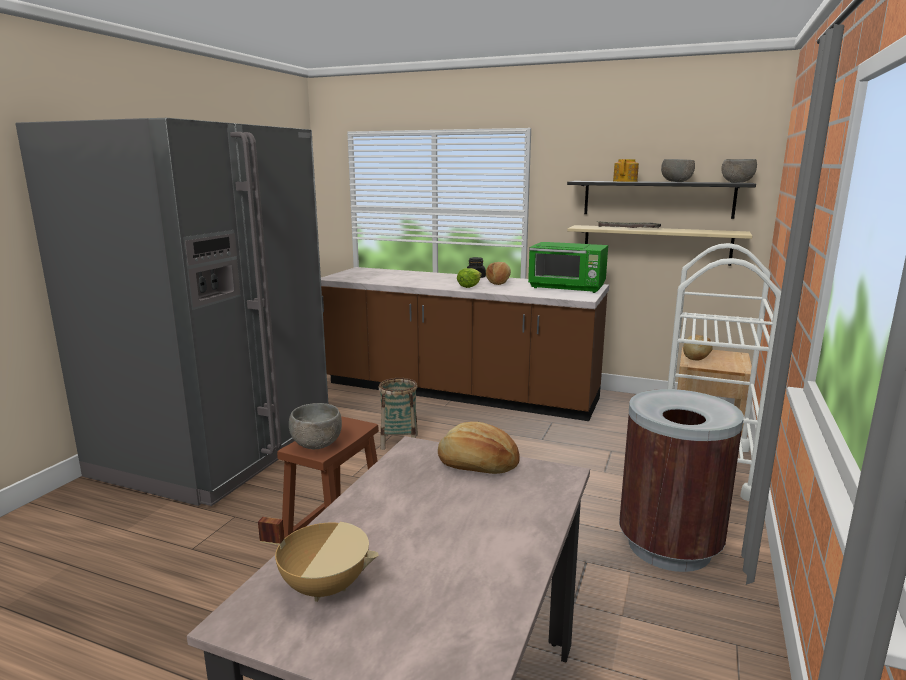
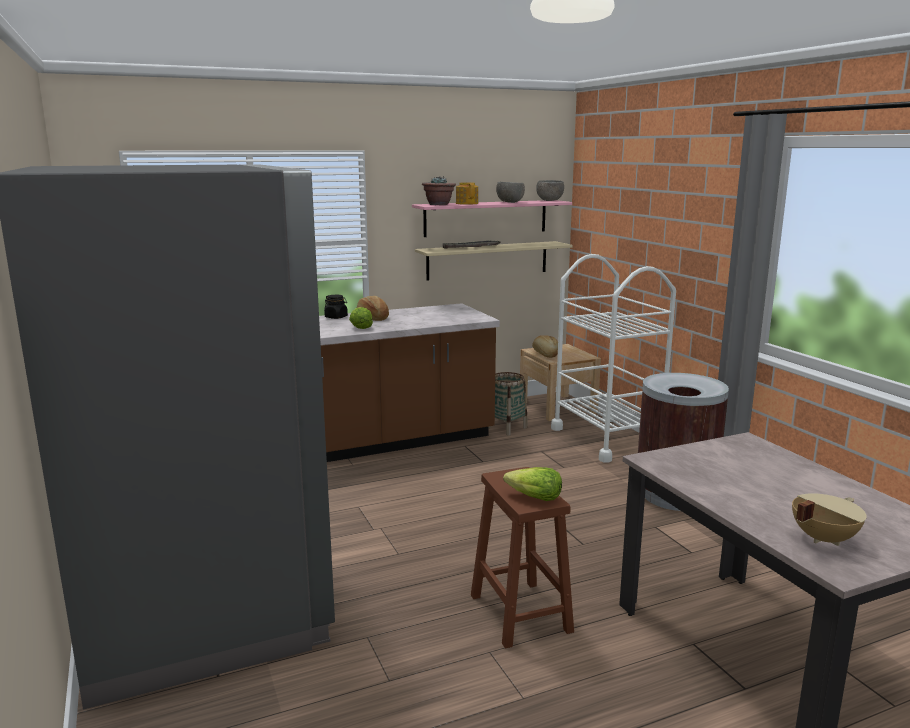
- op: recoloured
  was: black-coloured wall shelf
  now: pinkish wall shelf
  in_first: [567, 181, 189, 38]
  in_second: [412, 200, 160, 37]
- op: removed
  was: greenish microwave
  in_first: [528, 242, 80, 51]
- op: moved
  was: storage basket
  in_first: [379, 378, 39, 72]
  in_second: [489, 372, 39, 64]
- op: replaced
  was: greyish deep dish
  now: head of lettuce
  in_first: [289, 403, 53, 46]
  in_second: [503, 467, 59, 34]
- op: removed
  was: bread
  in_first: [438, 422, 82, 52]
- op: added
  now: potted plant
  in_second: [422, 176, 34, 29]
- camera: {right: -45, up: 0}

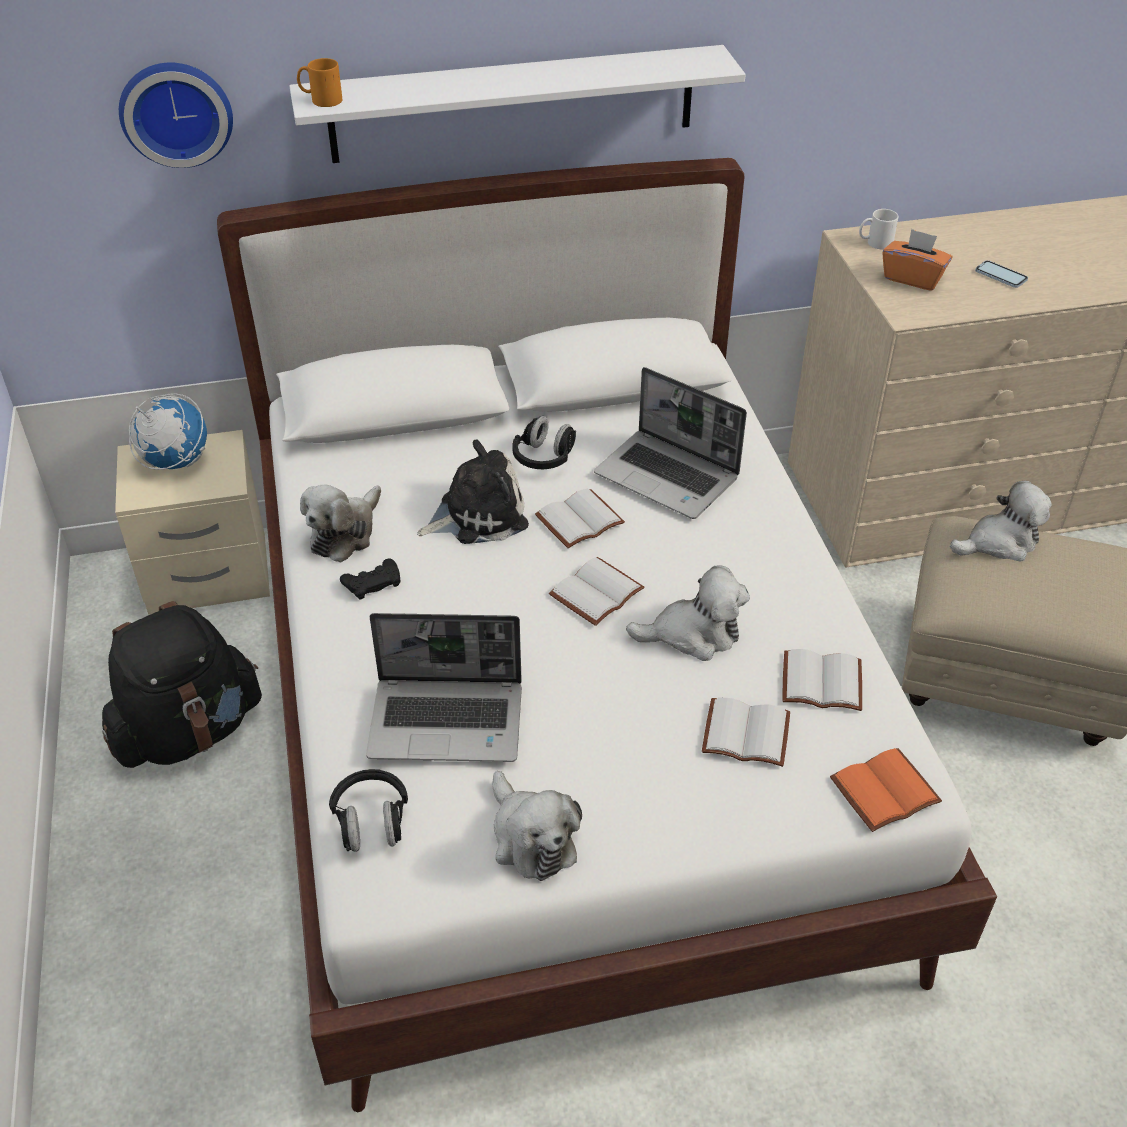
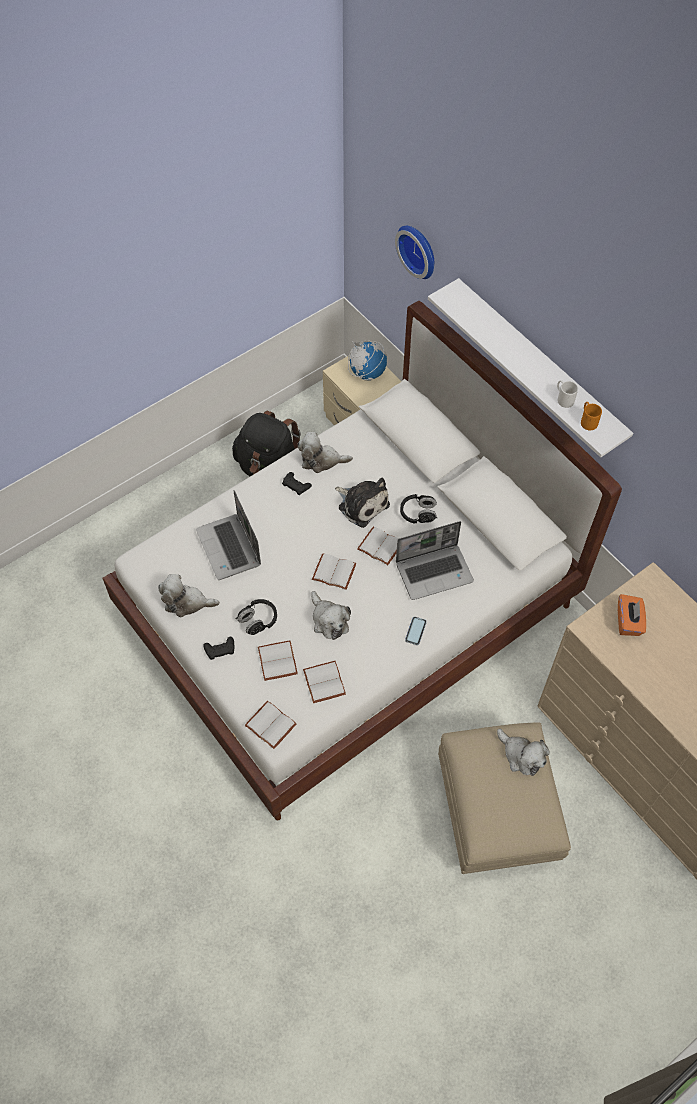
- op: moved
  was: orange coffee mug
  in_first: [297, 58, 45, 49]
  in_second: [581, 402, 21, 28]
- op: moved
  was: white-coloured coffee mug
  in_first: [859, 209, 39, 40]
  in_second: [557, 380, 21, 28]
- op: moved
  was: telephone
  in_first: [975, 260, 53, 28]
  in_second: [405, 617, 22, 28]
- op: turned
  was: portable computer
  in_first: [594, 367, 153, 152]
  in_second: [396, 521, 78, 79]
  clockwise: -120
- op: recoloured
  was: orange book
  now: white-coloured book
  in_first: [830, 748, 112, 84]
  in_second: [245, 701, 52, 48]
- op: moved
  was: black-coloured headphones
  in_first: [329, 769, 79, 83]
  in_second: [235, 599, 42, 36]
- op: turned
  was: soft toy
  in_first: [493, 771, 89, 110]
  in_second: [158, 574, 62, 43]
  clockwise: 60
- op: added
  now: black-coloured gamepad
  in_second: [203, 637, 31, 23]
- camera: {right: 65, up: 15}

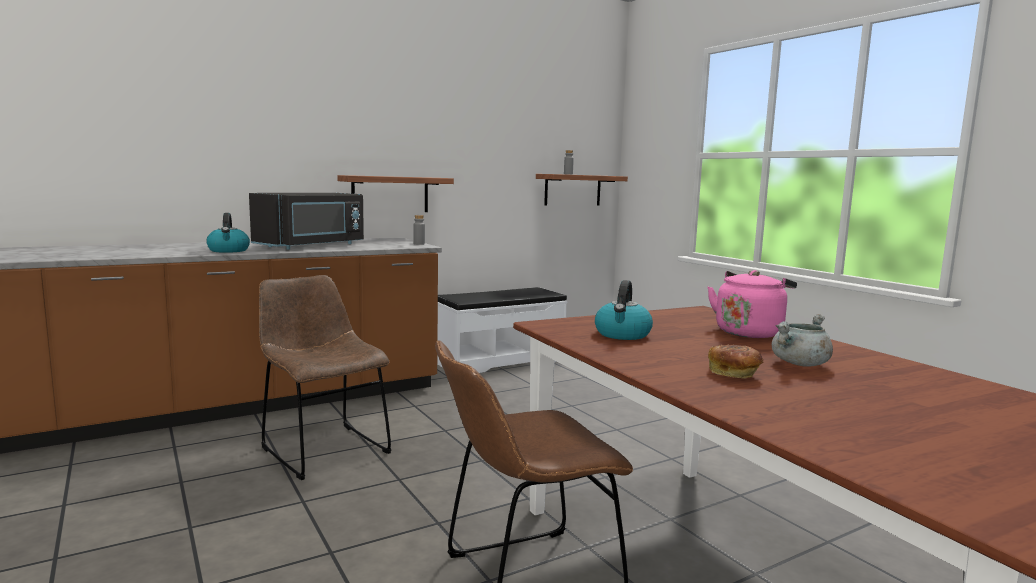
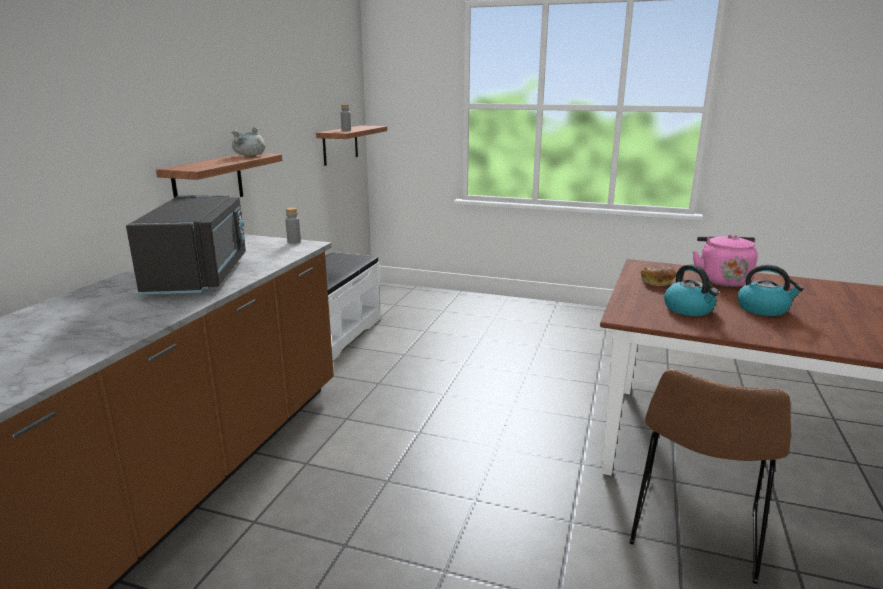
- op: moved
  was: water kettle
  in_first: [206, 213, 44, 40]
  in_second: [737, 265, 67, 51]
- op: removed
  was: brownish upright chair
  in_first: [259, 275, 132, 205]
- op: moved
  was: greyish stockpot
  in_first: [772, 314, 61, 53]
  in_second: [231, 127, 34, 29]
- op: moved
  was: bread
  in_first: [708, 345, 55, 34]
  in_second: [641, 265, 36, 21]
- camera: {right: -40, up: 10}

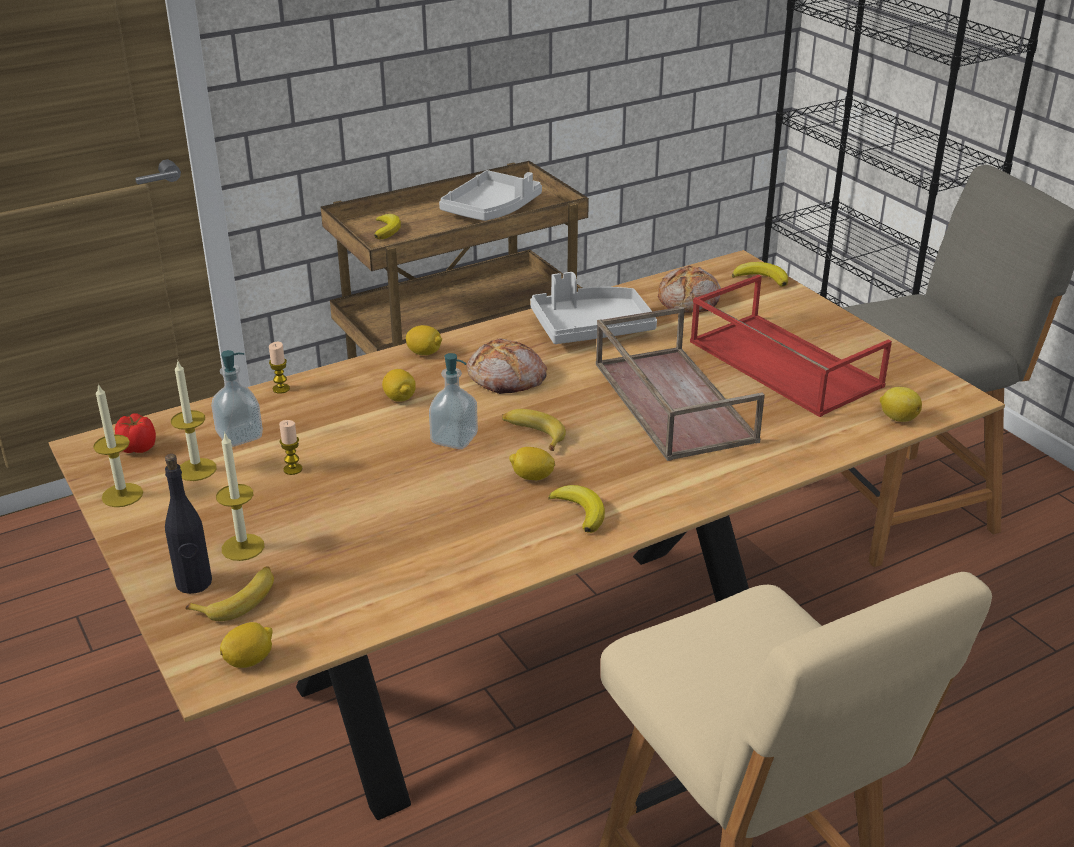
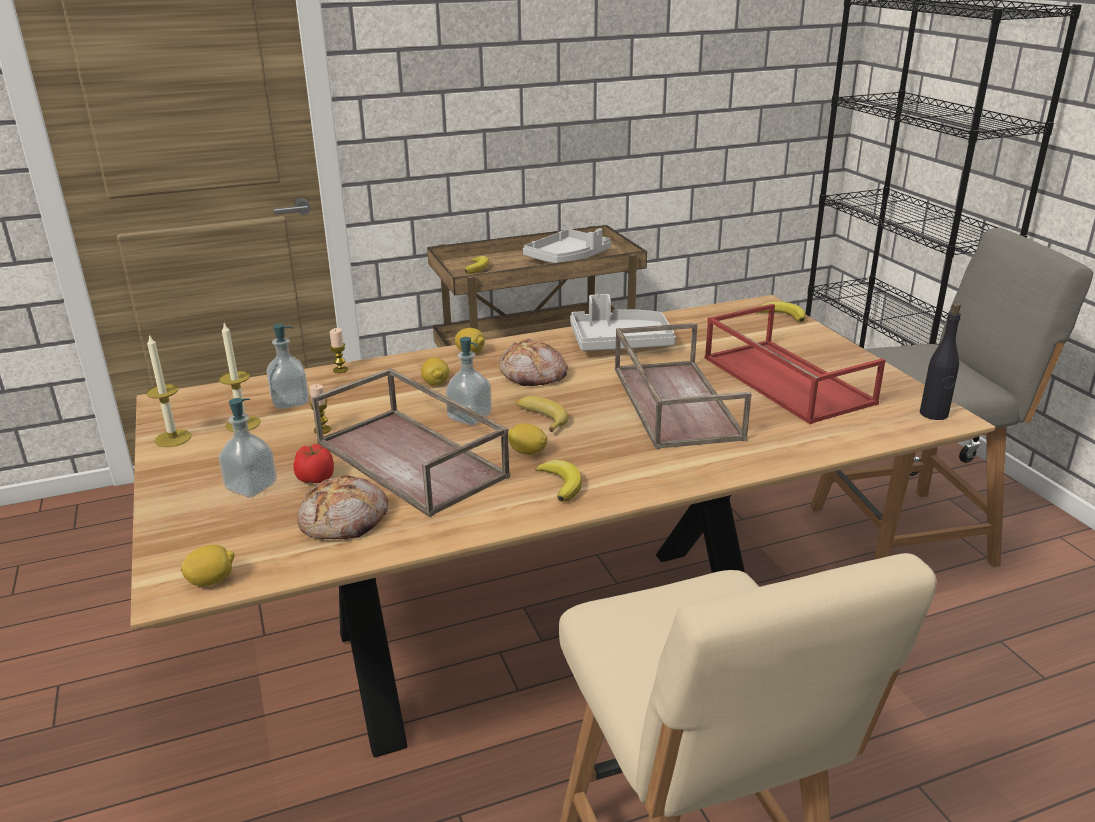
- op: moved
  was: bread
  in_first: [658, 266, 63, 47]
  in_second: [297, 476, 91, 63]
- op: removed
  was: citrus fruit
  in_first: [880, 387, 42, 35]
- op: moved
  was: tomato
  in_first: [115, 413, 41, 40]
  in_second: [294, 444, 40, 39]
- op: replaced
  was: wax light
  now: soap dispenser
  in_first: [216, 432, 48, 129]
  in_second: [219, 398, 58, 100]
- op: moved
  was: black-coloured beverage bottle
  in_first: [165, 454, 47, 140]
  in_second: [920, 302, 41, 118]
- op: removed
  was: banana fruit
  in_first: [185, 566, 89, 55]
- op: added
  now: brownish tray
  in_second: [311, 368, 199, 149]
- camera: {right: 10, up: -5}

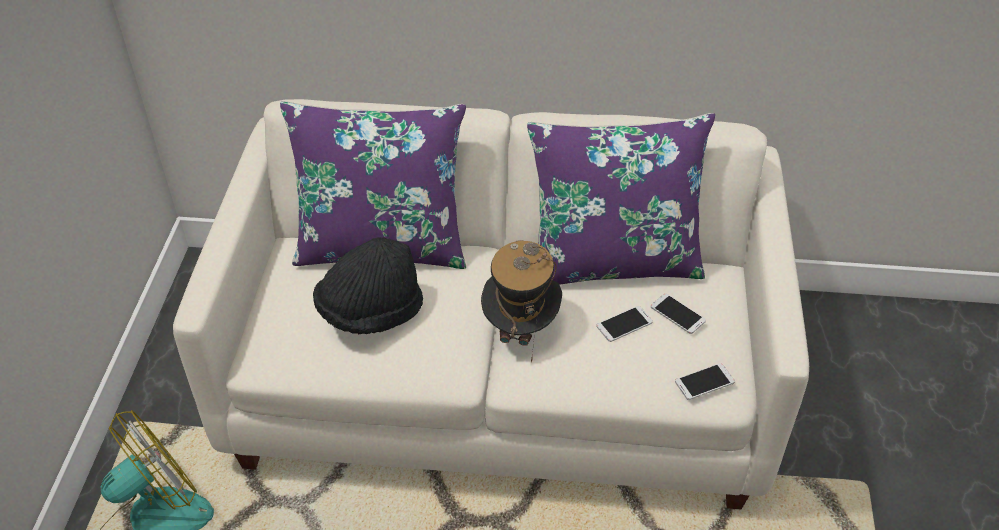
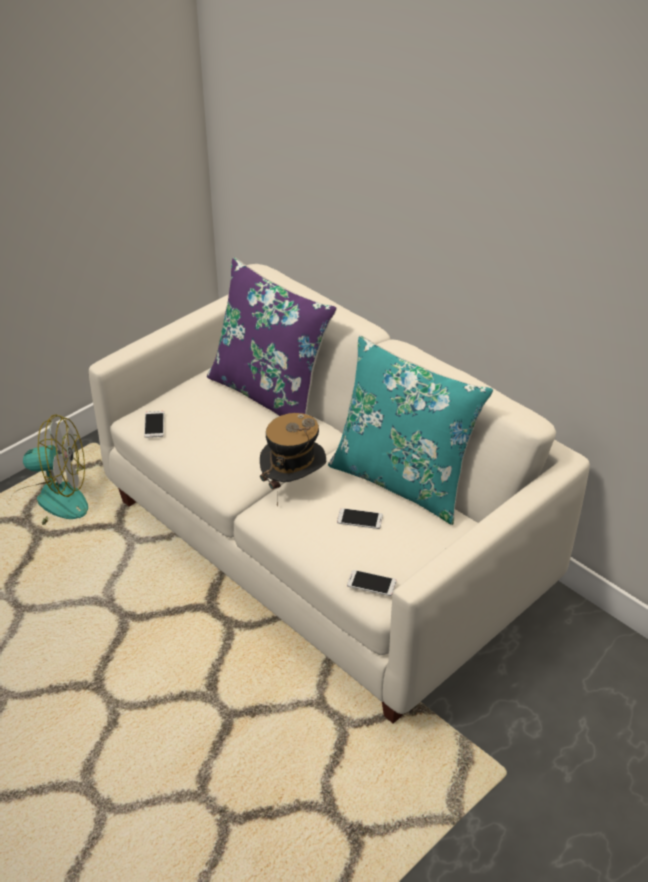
- op: recoloured
  was: purple-coloured pillow
  now: turquoise-coloured pillow
  in_first: [527, 113, 188, 172]
  in_second: [328, 336, 165, 189]
- op: removed
  was: black-coloured clothing hat
  in_first: [313, 237, 110, 97]
- op: moved
  was: telephone
  in_first: [651, 293, 55, 41]
  in_second: [144, 411, 20, 27]
- camera: {right: 40, up: -5}

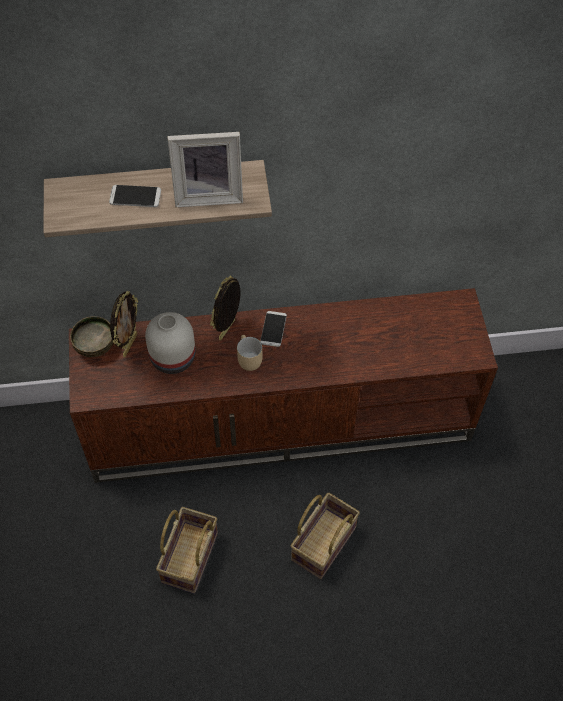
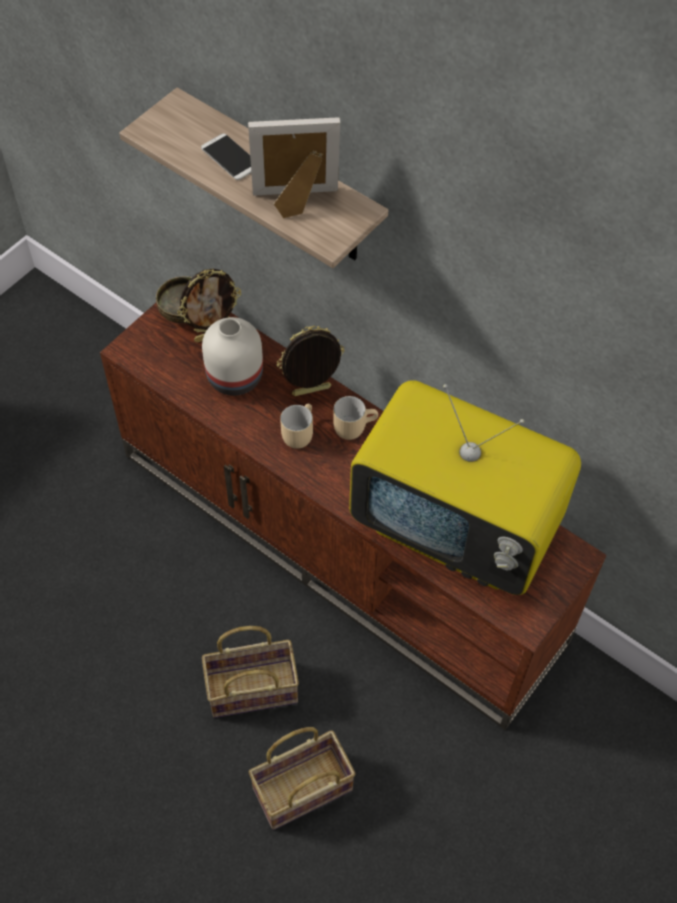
- op: turned
  was: photo frame
  in_first: [168, 132, 75, 75]
  in_second: [248, 117, 92, 101]
  clockwise: 135
- op: replaced
  was: telephone
  now: beige coffee mug
  in_first: [260, 311, 27, 36]
  in_second: [333, 396, 45, 44]
- op: moved
  was: storage basket
  in_first: [156, 507, 62, 87]
  in_second: [249, 727, 106, 103]
- op: added
  now: TV set
  in_second: [349, 380, 232, 215]
- camera: {right: 45, up: 0}

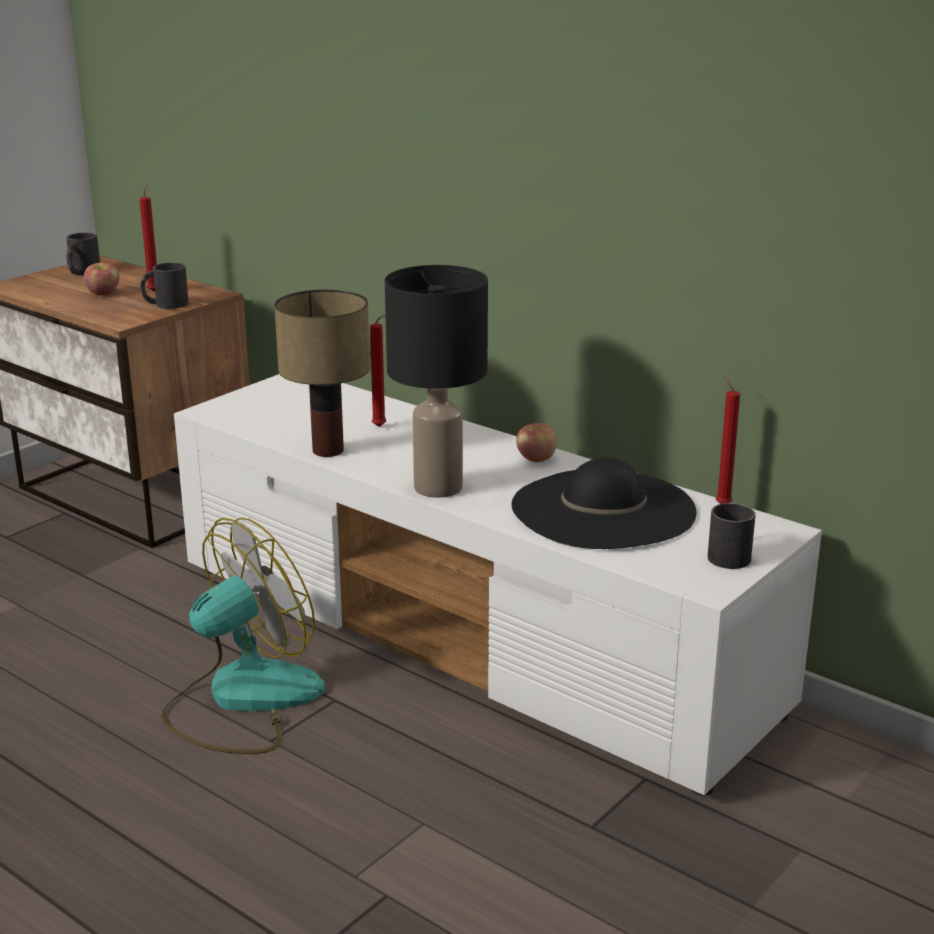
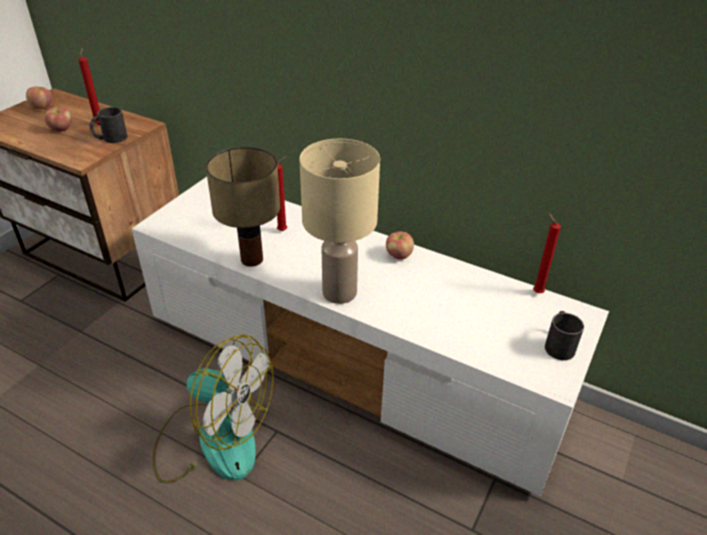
- op: replaced
  was: black-coloured coffee mug
  now: apple fruit
  in_first: [66, 232, 34, 43]
  in_second: [26, 87, 26, 22]
- op: recoloured
  was: black-coloured tabletop lamp
  now: beige tabletop lamp
  in_first: [385, 265, 103, 233]
  in_second: [299, 139, 81, 165]
- op: removed
  was: black-coloured clothing hat
  in_first: [512, 457, 185, 92]
- op: turned
  was: fan
  in_first: [161, 517, 164, 237]
  in_second: [152, 334, 122, 149]
  clockwise: 75
- camera: {right: -10, up: 15}

